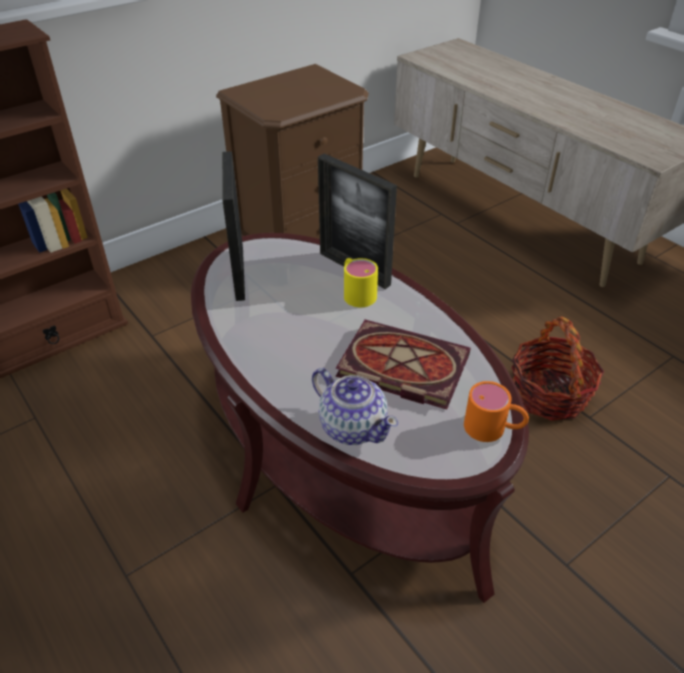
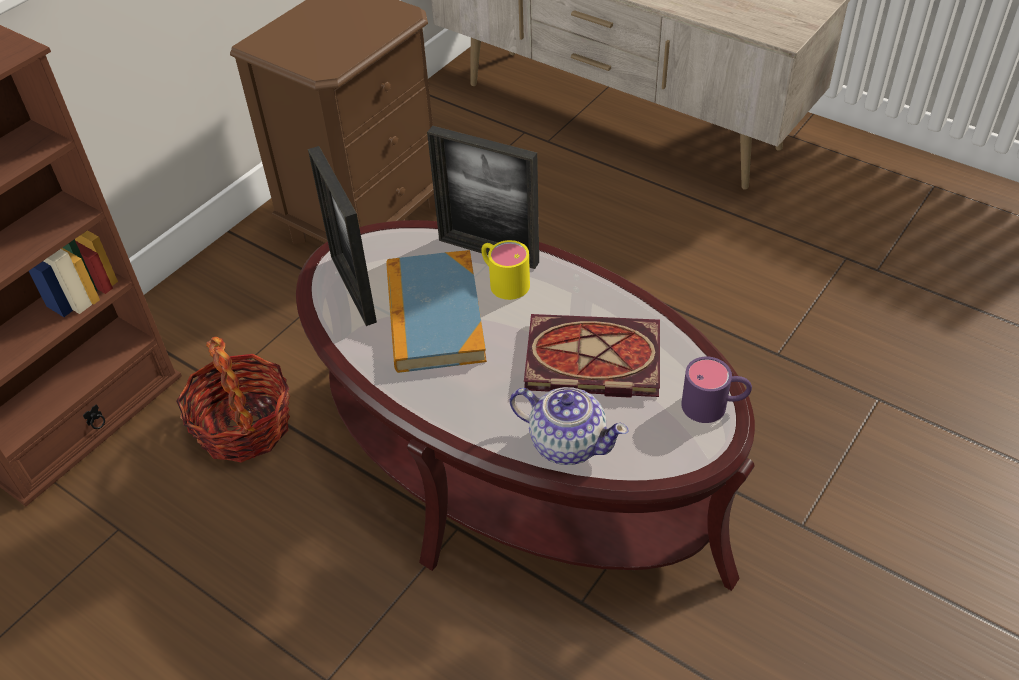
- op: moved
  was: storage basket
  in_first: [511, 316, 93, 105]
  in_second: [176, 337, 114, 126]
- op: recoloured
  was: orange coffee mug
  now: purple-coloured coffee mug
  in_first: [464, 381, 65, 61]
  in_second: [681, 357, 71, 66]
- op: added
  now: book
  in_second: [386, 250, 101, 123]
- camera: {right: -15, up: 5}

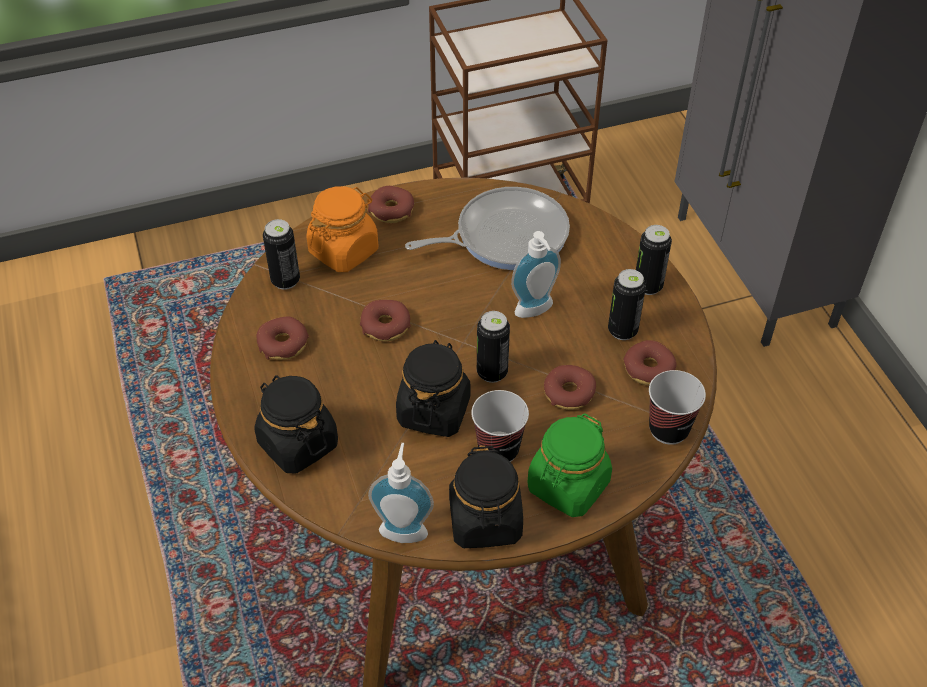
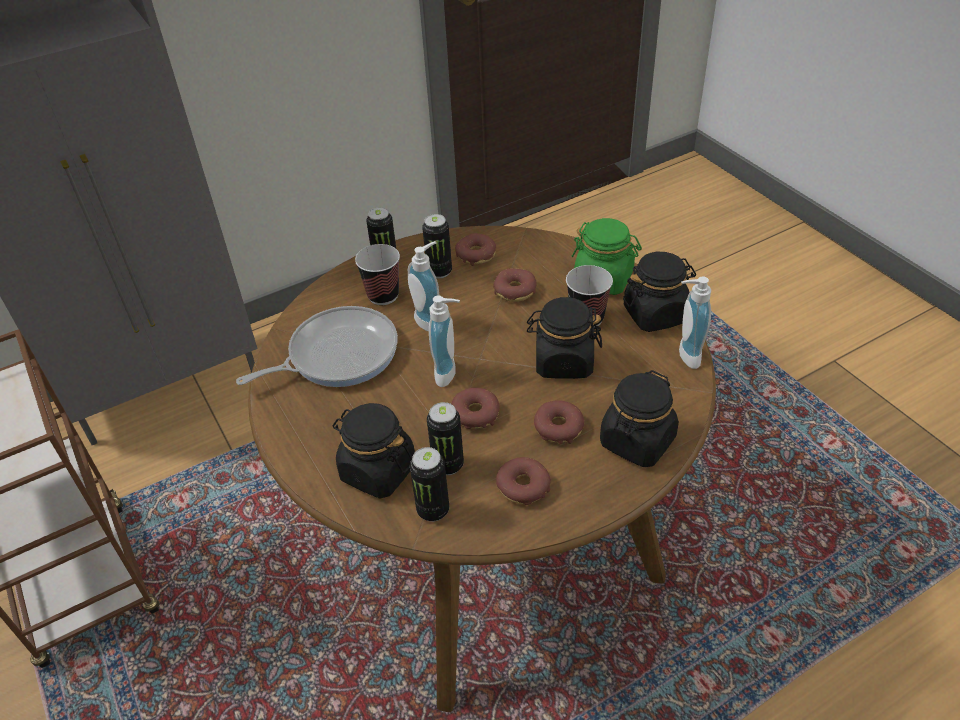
- op: recoloured
  was: orange preserve jar
  now: black-coloured preserve jar
  in_first: [307, 186, 71, 86]
  in_second: [332, 403, 83, 96]
- op: moved
  was: donut
  in_first: [368, 186, 46, 37]
  in_second: [534, 400, 50, 44]
- op: turned
  was: skillet
  in_first: [405, 187, 165, 83]
  in_second: [236, 306, 162, 81]
  clockwise: 90
- op: moved
  was: sealed can
  in_first: [477, 311, 33, 72]
  in_second: [427, 402, 37, 73]
- op: moved
  was: cup
  in_first: [649, 370, 57, 75]
  in_second: [355, 244, 45, 61]
- op: added
  now: soap dispenser
  in_second: [429, 295, 31, 92]
- camera: {right: -100, up: -5}

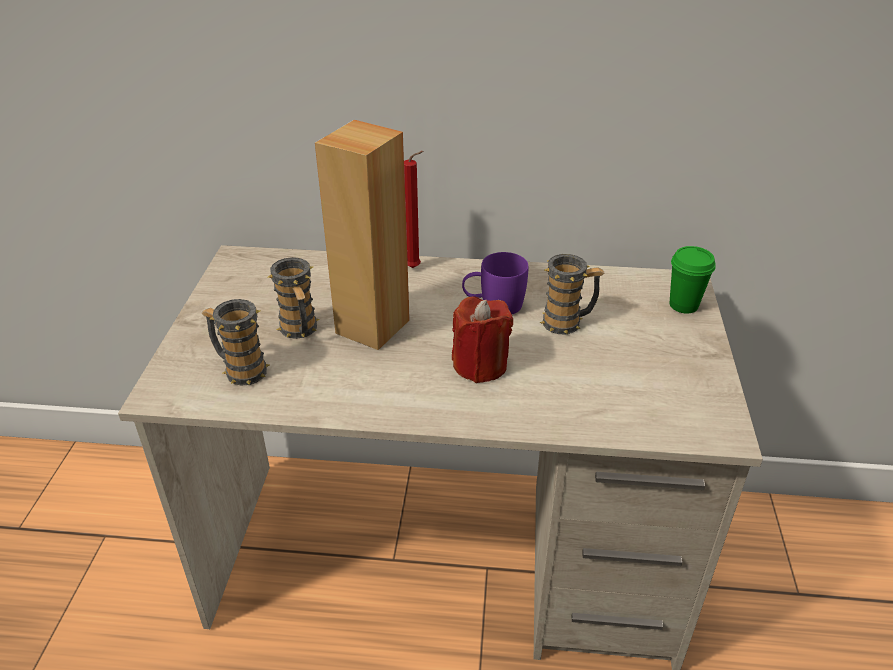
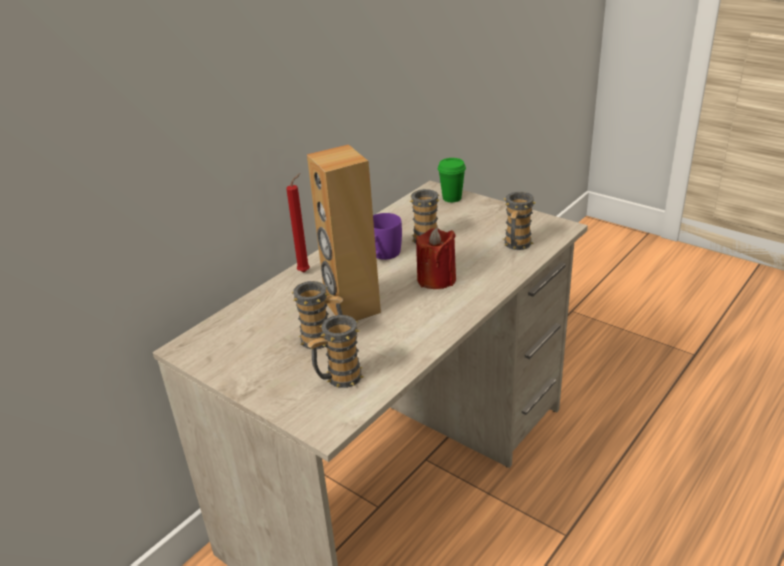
- op: added
  now: coffee mug
  in_second: [503, 192, 33, 58]
- camera: {right: -55, up: -5}

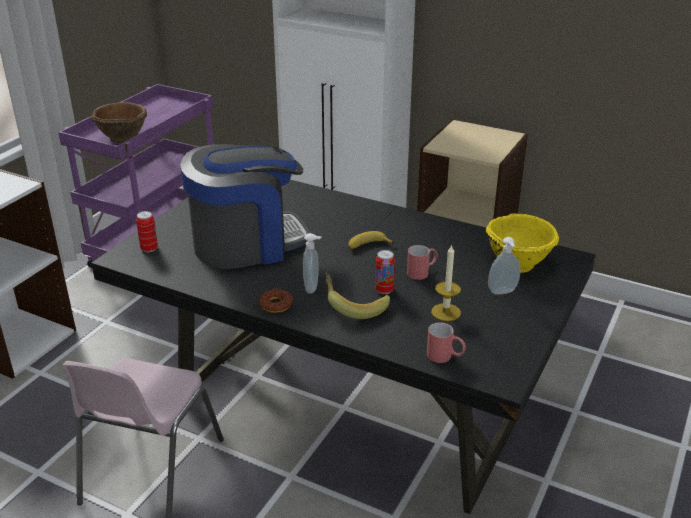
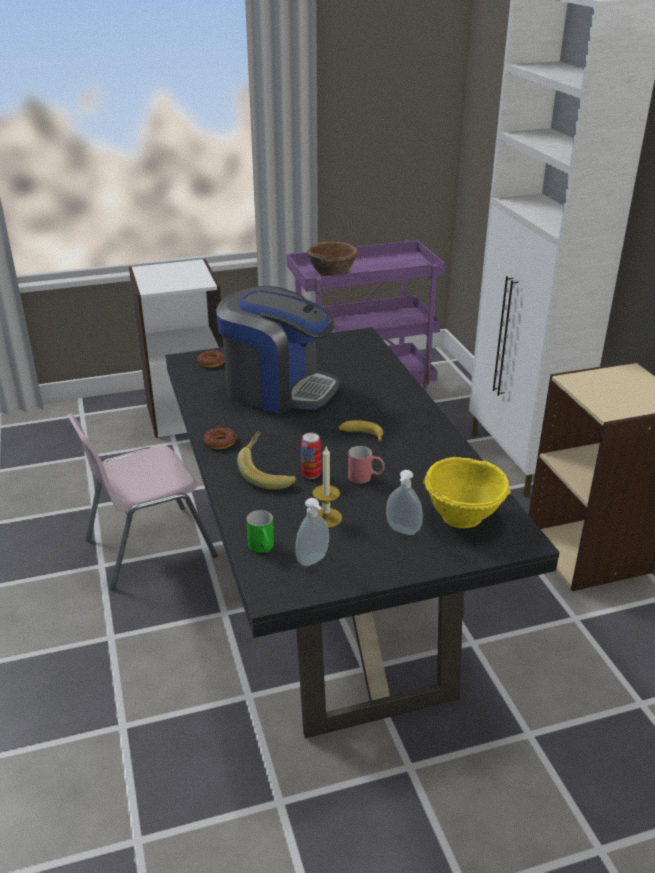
- op: replaced
  was: sealed can
  now: donut
  in_first: [136, 211, 22, 41]
  in_second: [197, 350, 27, 17]
- op: moved
  was: soap dispenser
  in_first: [303, 233, 19, 61]
  in_second: [295, 498, 34, 68]
- op: recoloured
  was: reddish coffee mug
  now: greenish coffee mug
  in_first: [427, 322, 39, 41]
  in_second: [246, 510, 28, 43]
- camera: {right: 45, up: 0}

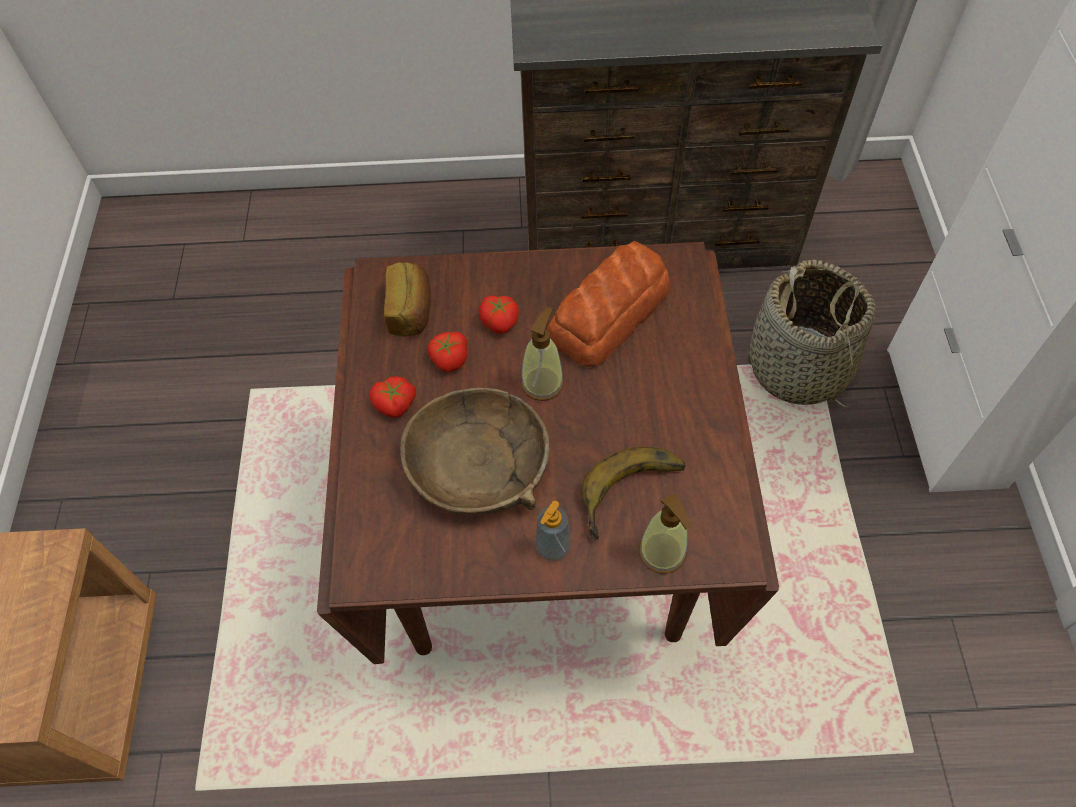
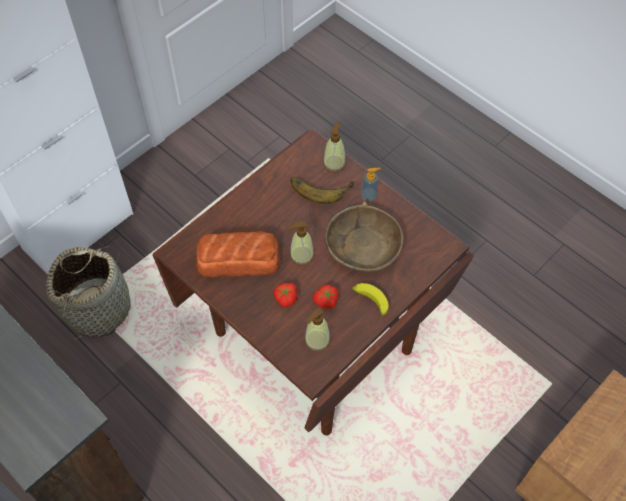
- op: replaced
  was: bread
  now: soap dispenser
  in_first: [384, 262, 47, 75]
  in_second: [304, 307, 27, 45]
- op: replaced
  was: tomato
  now: banana fruit
  in_first: [369, 376, 47, 42]
  in_second: [352, 283, 37, 34]
- camera: {right: -135, up: 0}

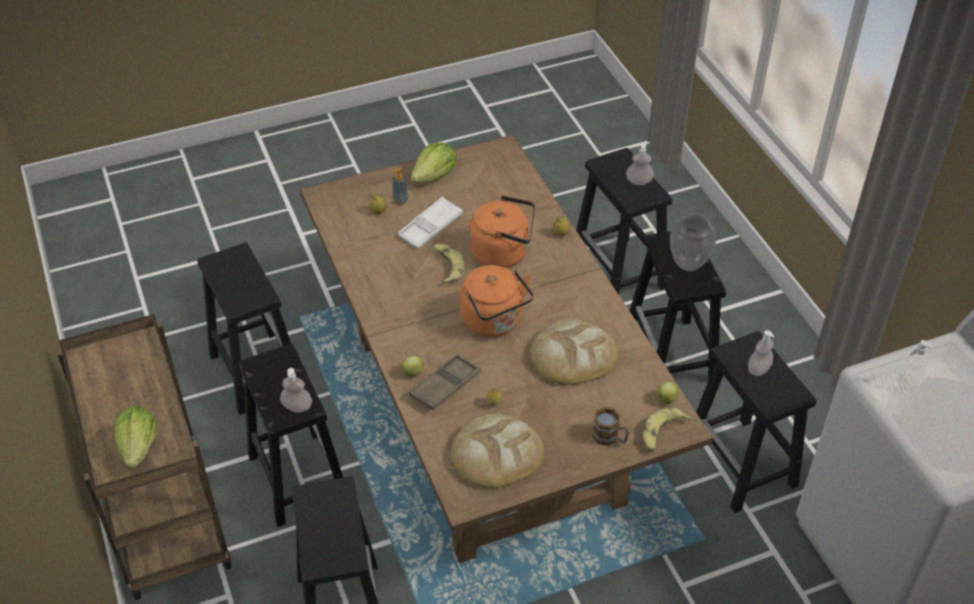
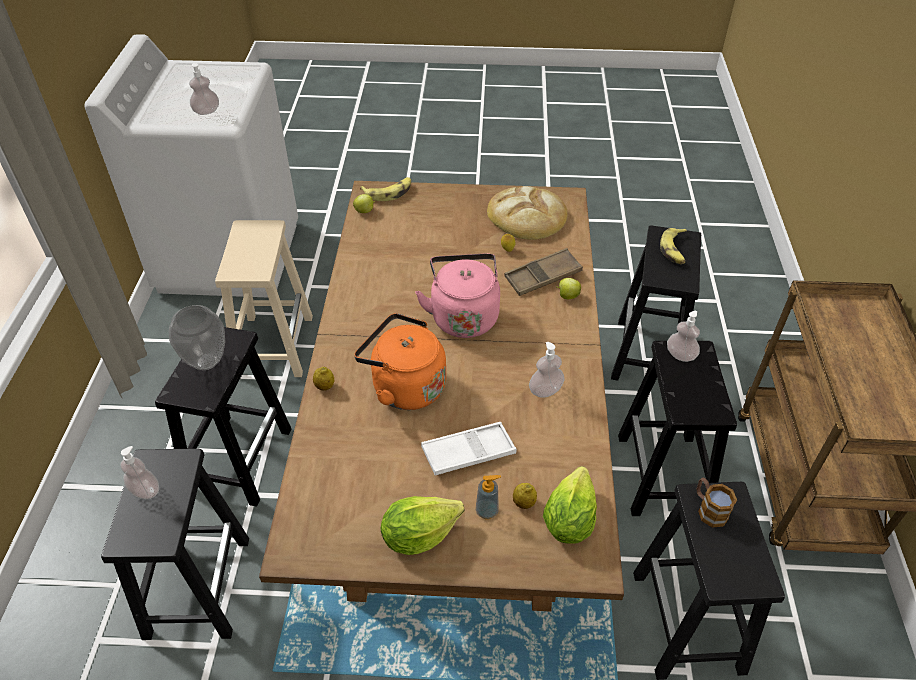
- op: moved
  was: banana fruit
  in_first: [433, 244, 31, 40]
  in_second: [660, 228, 27, 36]
- op: recoloured
  was: orange water kettle
  now: pinkish water kettle
  in_first: [460, 265, 74, 72]
  in_second: [415, 253, 85, 85]
- op: removed
  was: bread
  in_first: [530, 319, 88, 66]
- op: moved
  was: soap dispenser
  in_first: [748, 330, 26, 46]
  in_second: [529, 342, 36, 56]
- op: recoloured
  was: black-coloured stool seat
  now: beige stool seat
  in_first: [696, 331, 121, 182]
  in_second: [215, 220, 98, 157]
- op: moved
  was: head of lettuce
  in_first: [114, 406, 43, 63]
  in_second: [543, 466, 54, 78]
- op: moved
  was: coffee mug
  in_first: [592, 407, 37, 39]
  in_second: [697, 477, 40, 51]
- camera: {right: -155, up: 0}

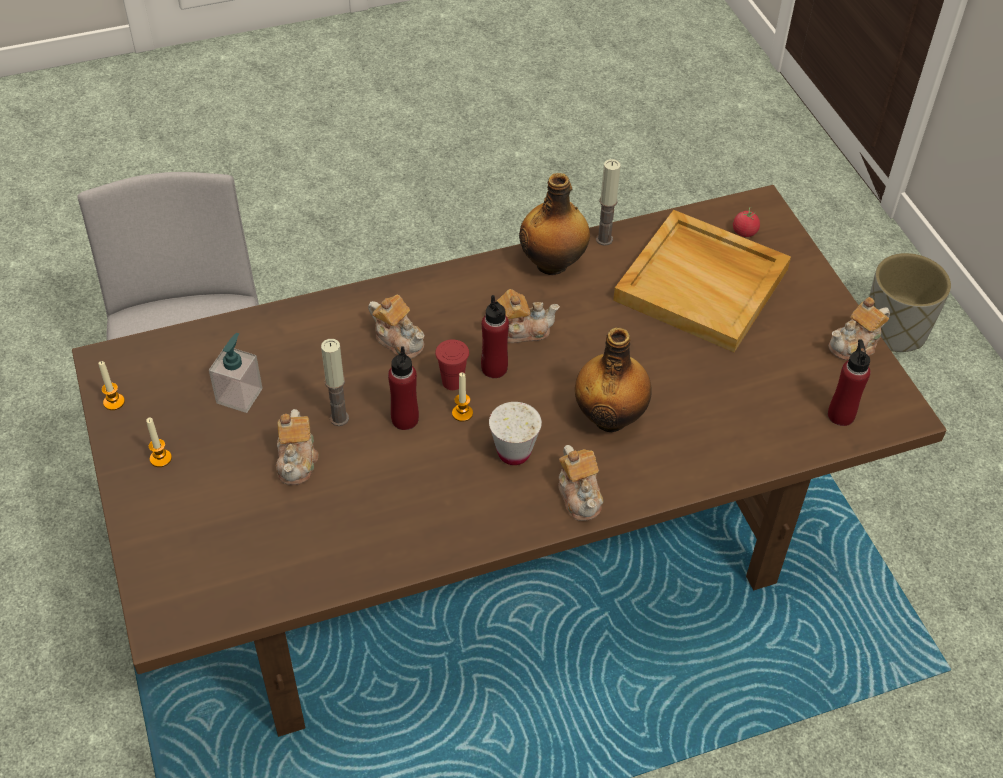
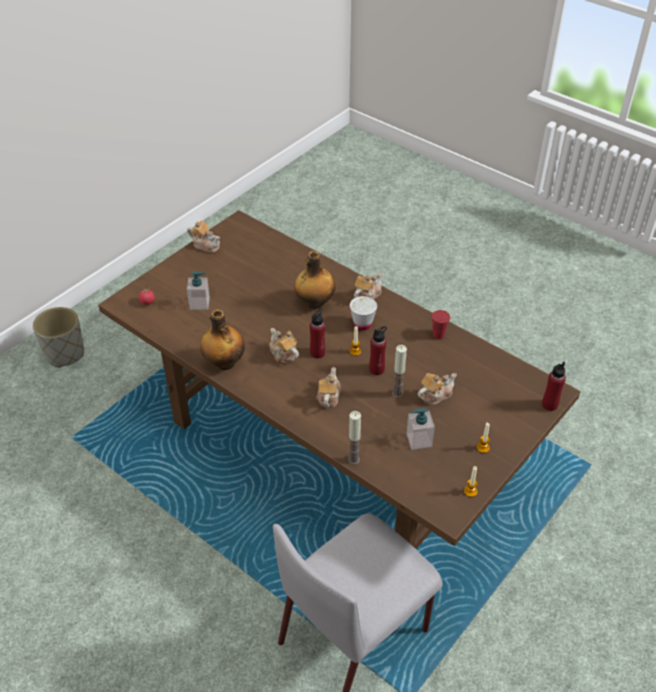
- op: moved
  was: wax light
  in_first: [596, 159, 24, 87]
  in_second: [348, 411, 13, 54]
- op: replaced
  was: beige tray
  now: soap dispenser
  in_first: [613, 210, 178, 142]
  in_second: [187, 272, 23, 38]
- op: moved
  was: reddish cup
  in_first: [435, 339, 34, 51]
  in_second: [431, 310, 19, 29]
- op: moved
  was: reddish beverage bottle
  in_first: [828, 339, 42, 87]
  in_second: [542, 362, 24, 49]
- camera: {right: -120, up: -5}

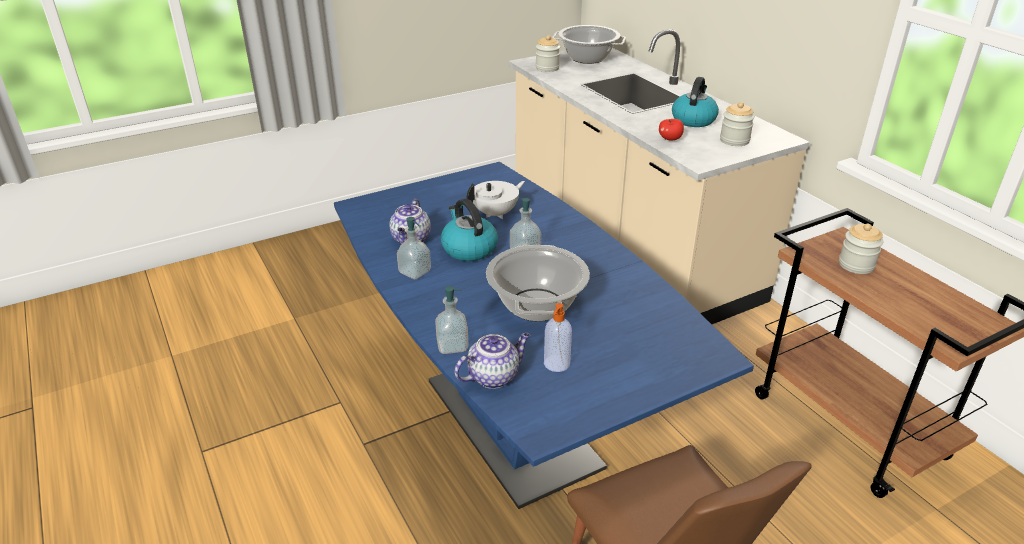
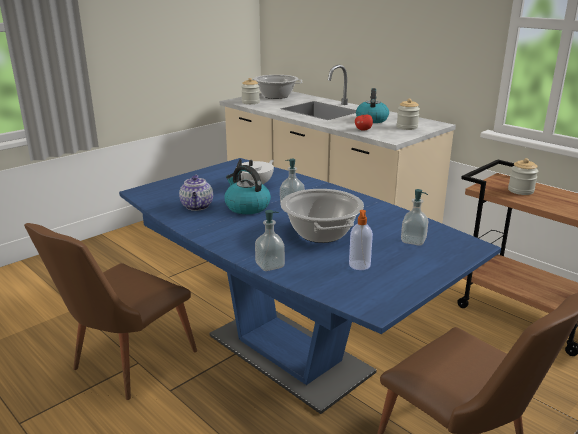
- op: moved
  was: soap dispenser
  in_first: [397, 217, 34, 62]
  in_second: [401, 189, 27, 57]
- op: removed
  was: pot for tea
  in_first: [455, 333, 75, 56]
- op: added
  now: brownish upright chair
  in_second: [24, 223, 173, 177]
- camera: {right: -15, up: -10}

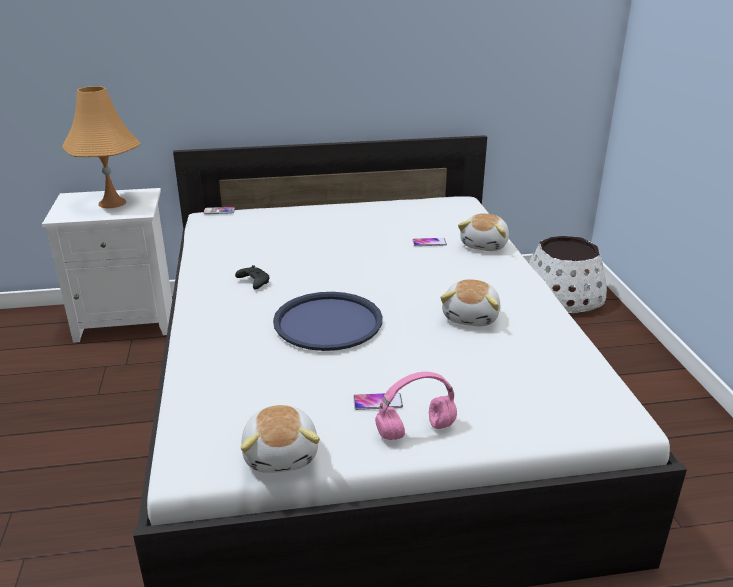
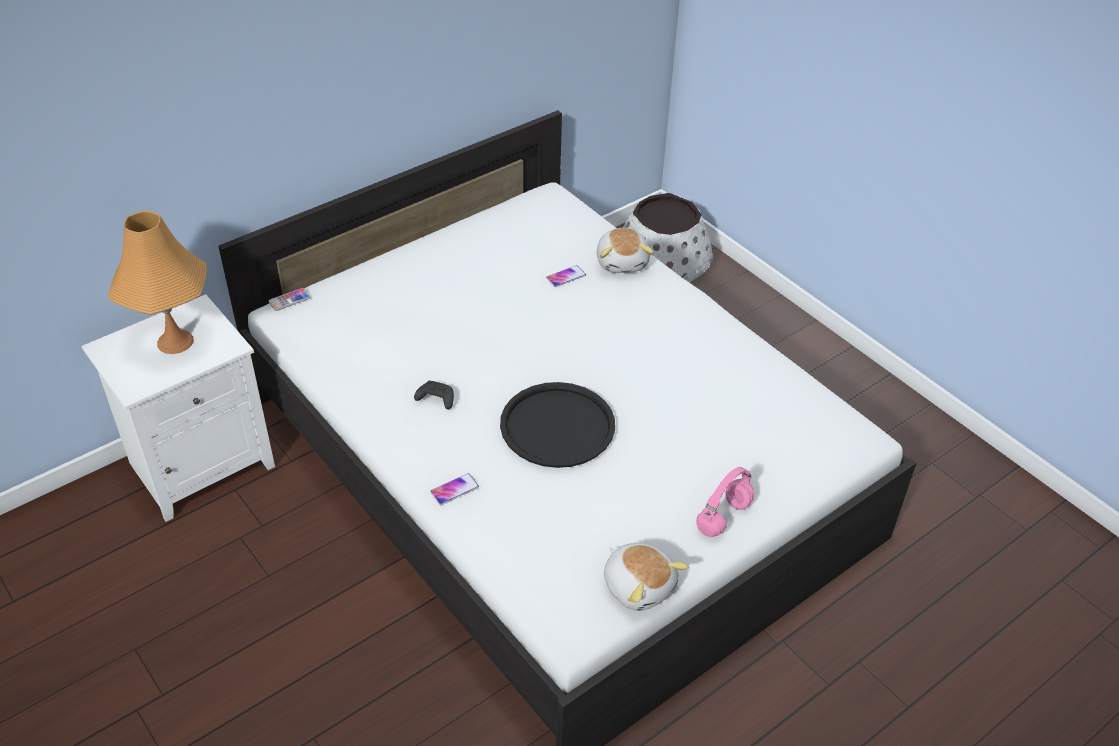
- op: removed
  was: soft toy
  in_first: [440, 279, 61, 47]
- op: recoloured
  was: blue tray
  now: black-coloured tray
  in_first: [273, 292, 109, 59]
  in_second: [500, 382, 115, 86]
- op: moved
  was: telephone
  in_first: [353, 393, 50, 17]
  in_second: [430, 473, 49, 32]
- camera: {right: -30, up: 15}

